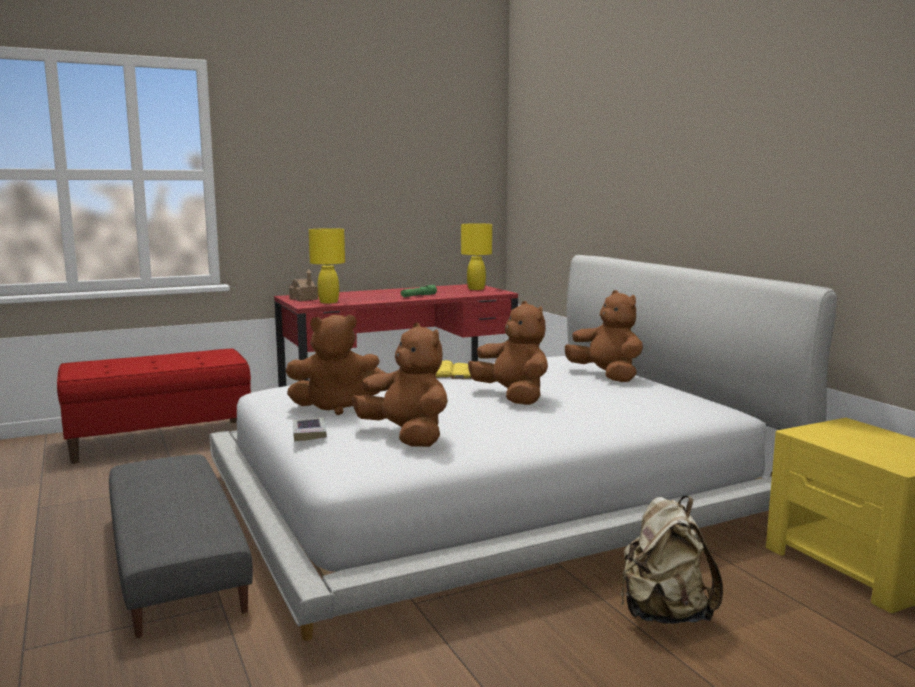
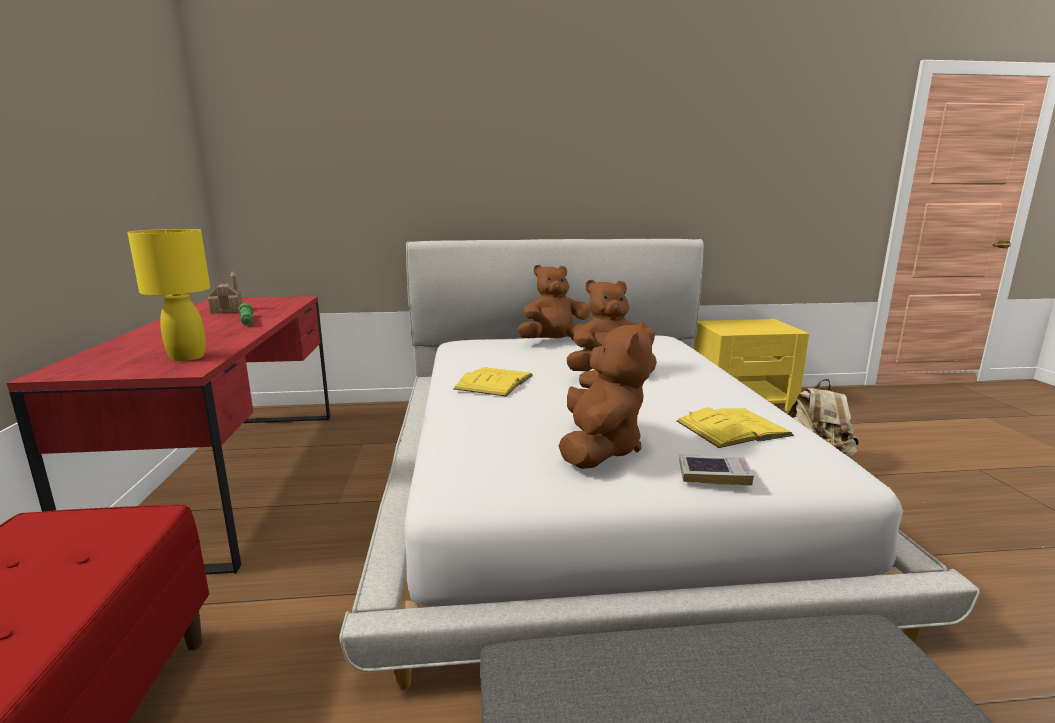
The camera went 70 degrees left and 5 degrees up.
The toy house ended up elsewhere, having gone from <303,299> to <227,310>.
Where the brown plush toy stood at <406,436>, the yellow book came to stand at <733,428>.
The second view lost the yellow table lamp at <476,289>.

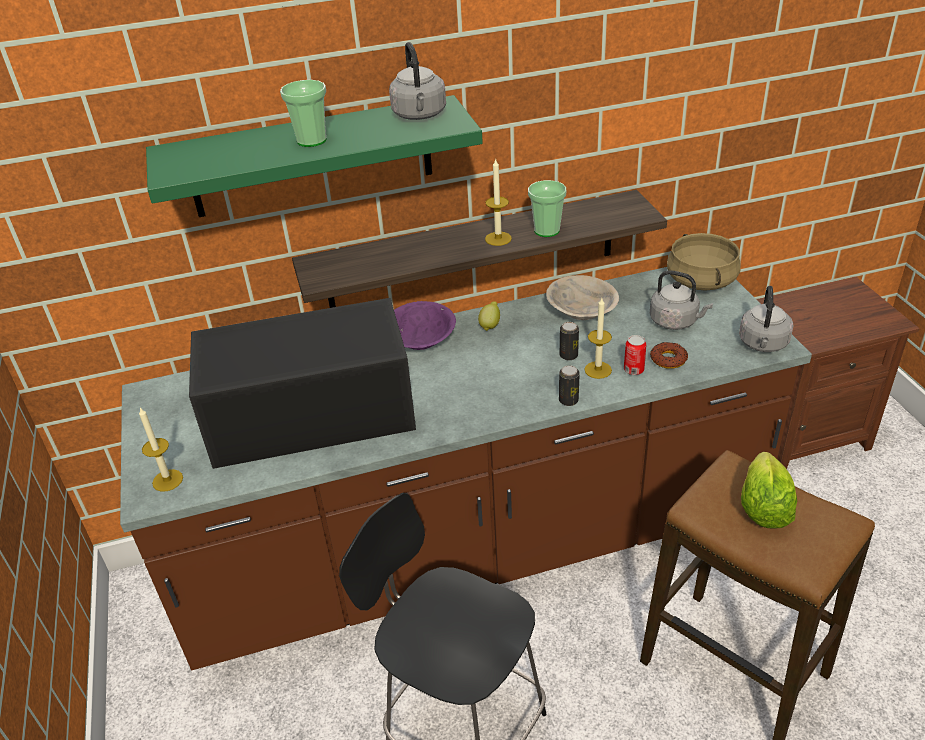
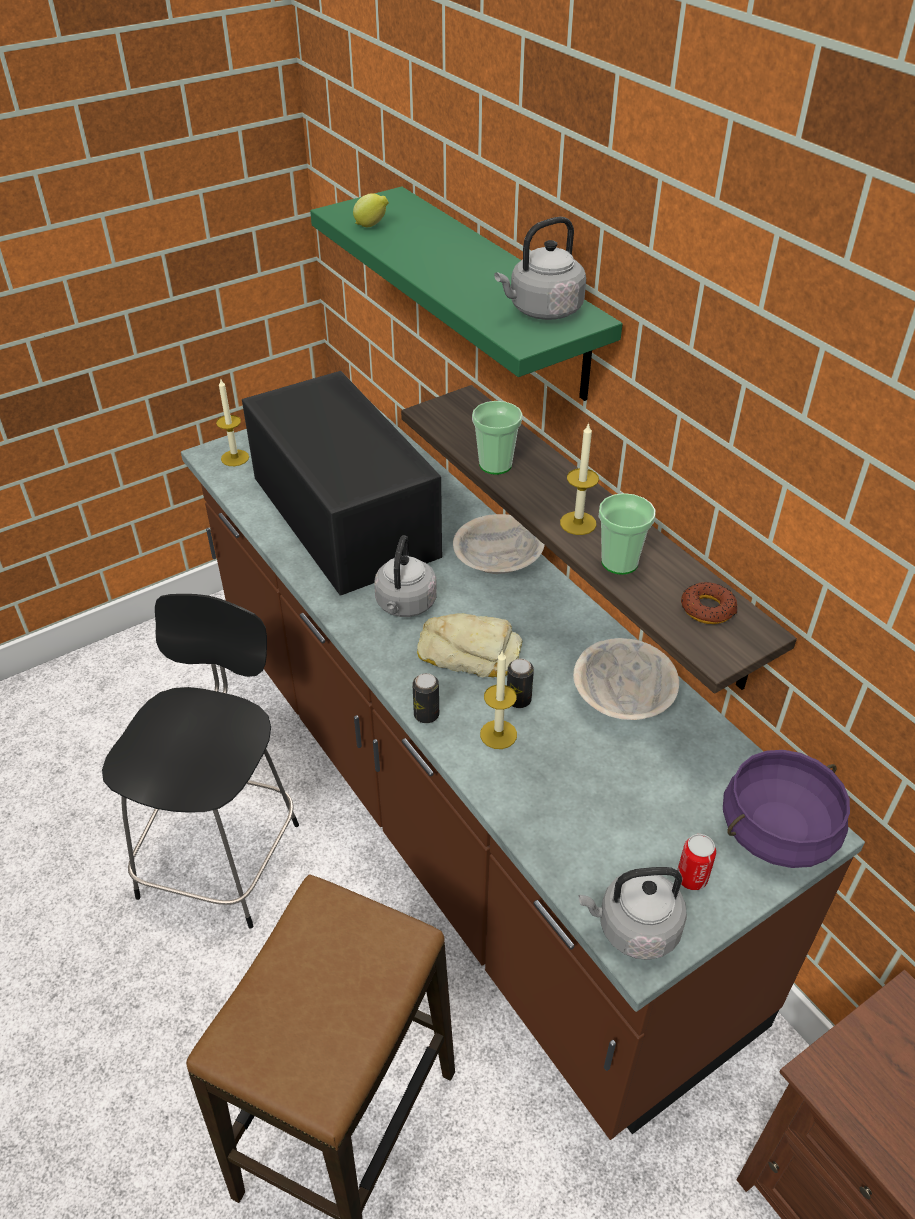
The camera went 70 degrees right and 5 degrees up.
The lemon ended up elsewhere, having gone from <490,325> to <372,226>.
The grey kettle ended up elsewhere, having gone from <676,321> to <405,605>.
The second view gained the bread at <470,653>.
What was the purple bowl at <421,340> turned into the beige bowl at <498,562>.
The cup ended up elsewhere, having gone from <311,140> to <495,465>.
The can ended up elsewhere, having gone from <633,370> to <691,878>.
The donut ended up elsewhere, having gone from <668,359> to <708,608>.
What was the beige cooking pot at <700,281> turned into the purple cooking pot at <777,829>.
The second view lost the lettuce at <763,507>.

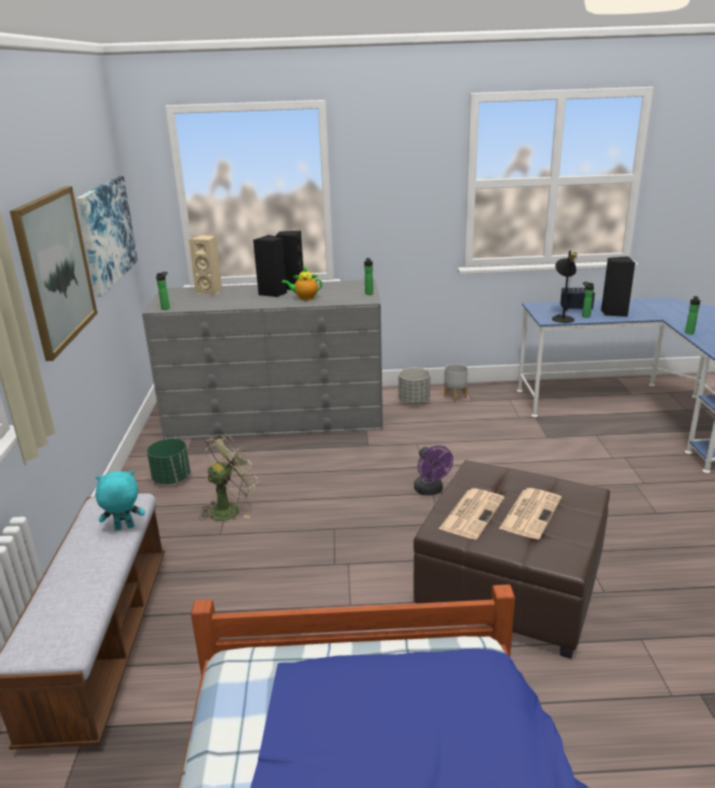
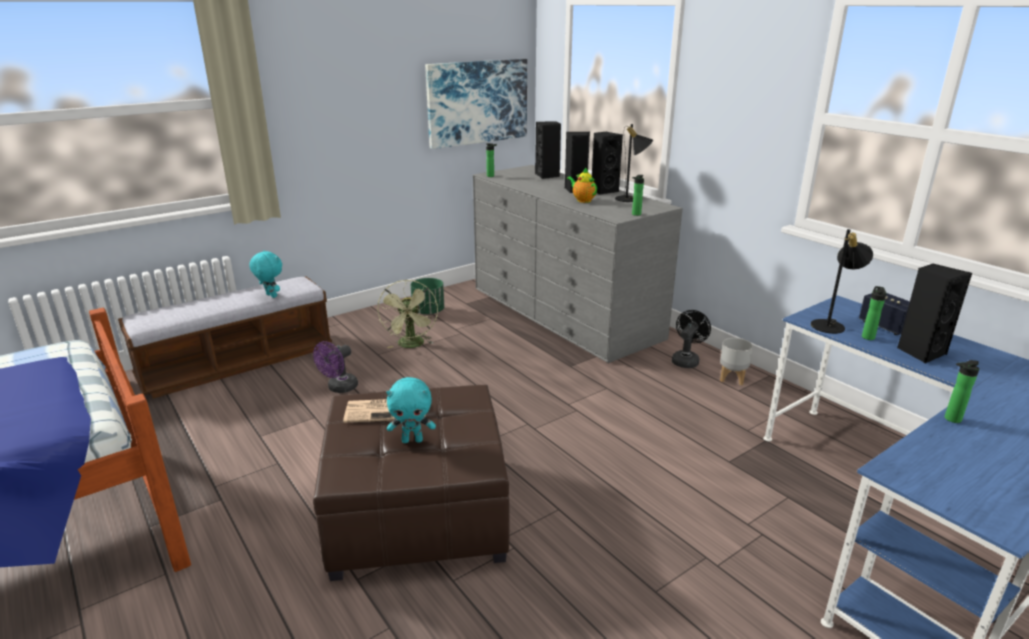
The camera went 55 degrees right and 0 degrees up.
The purple fan ended up elsewhere, having gone from <431,491> to <339,388>.
The green fan at <229,509> ended up facing another way, 75 degrees clockwise from before.
Where the newspaper stood at <530,513>, the turquoise plush toy came to stand at <412,440>.
What was the beige speaker at <210,291> turned into the black speaker at <547,175>.
The second view gained the black table lamp at <631,199>.
Where the grey planter stood at <414,401>, the black fan came to stand at <686,360>.
The second view lost the picture at <55,269>.

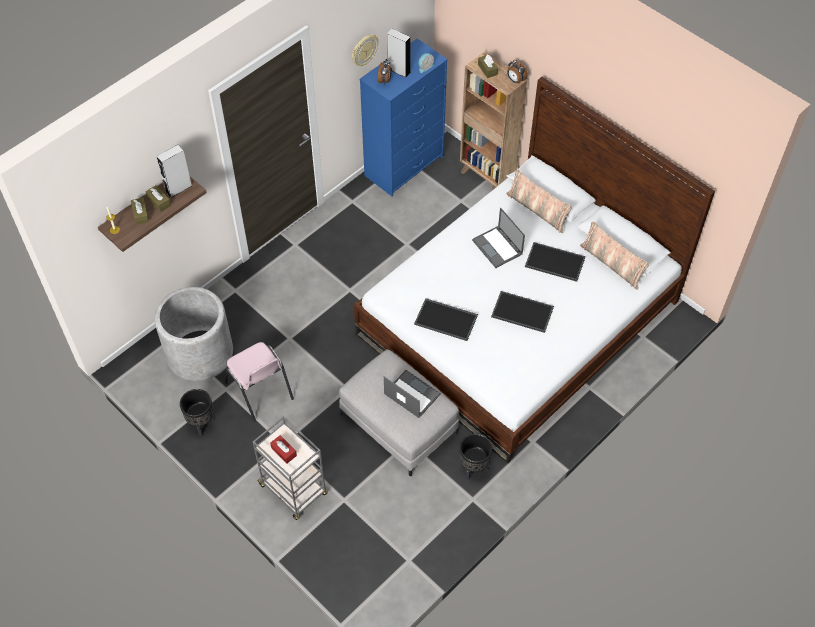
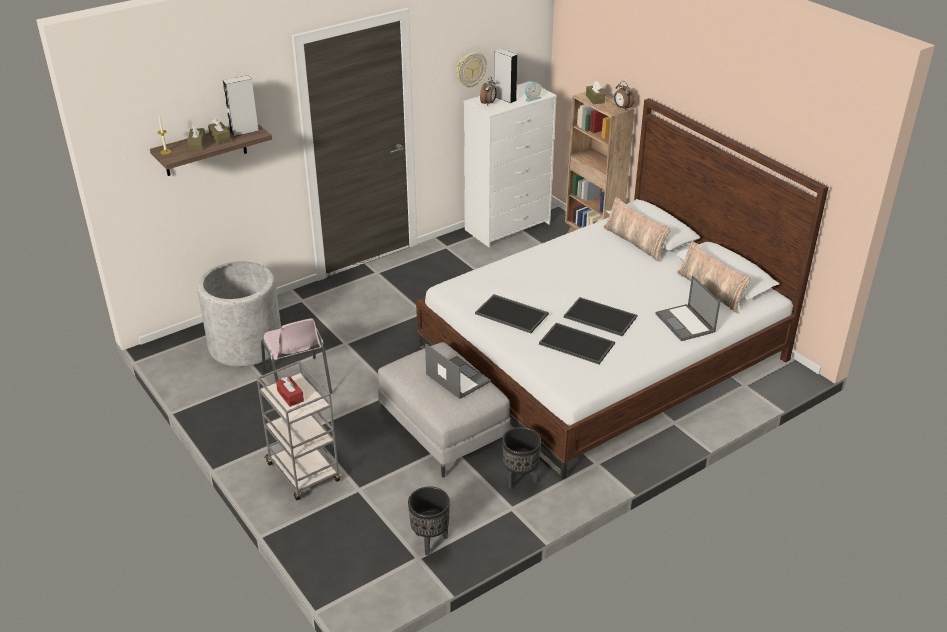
The camera went 10 degrees right and 20 degrees down.
The black planter ended up elsewhere, having gone from <201,424> to <430,542>.
What was the blue dresser at <404,165> turned into the white dresser at <508,226>.
The tray ended up elsewhere, having gone from <554,262> to <575,344>.
The laptop ended up elsewhere, having gone from <497,247> to <685,323>.

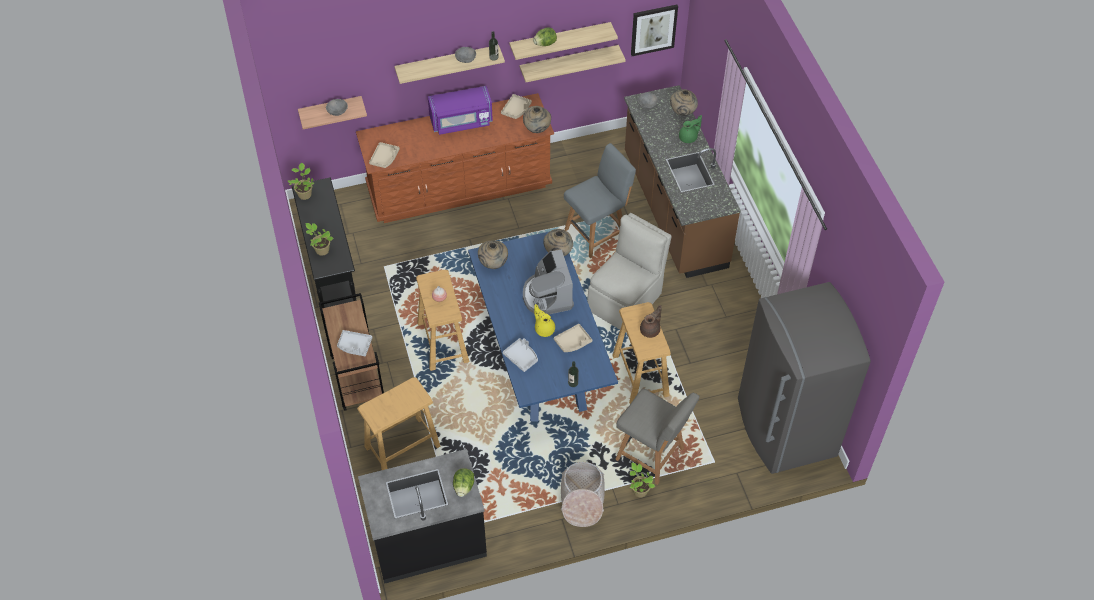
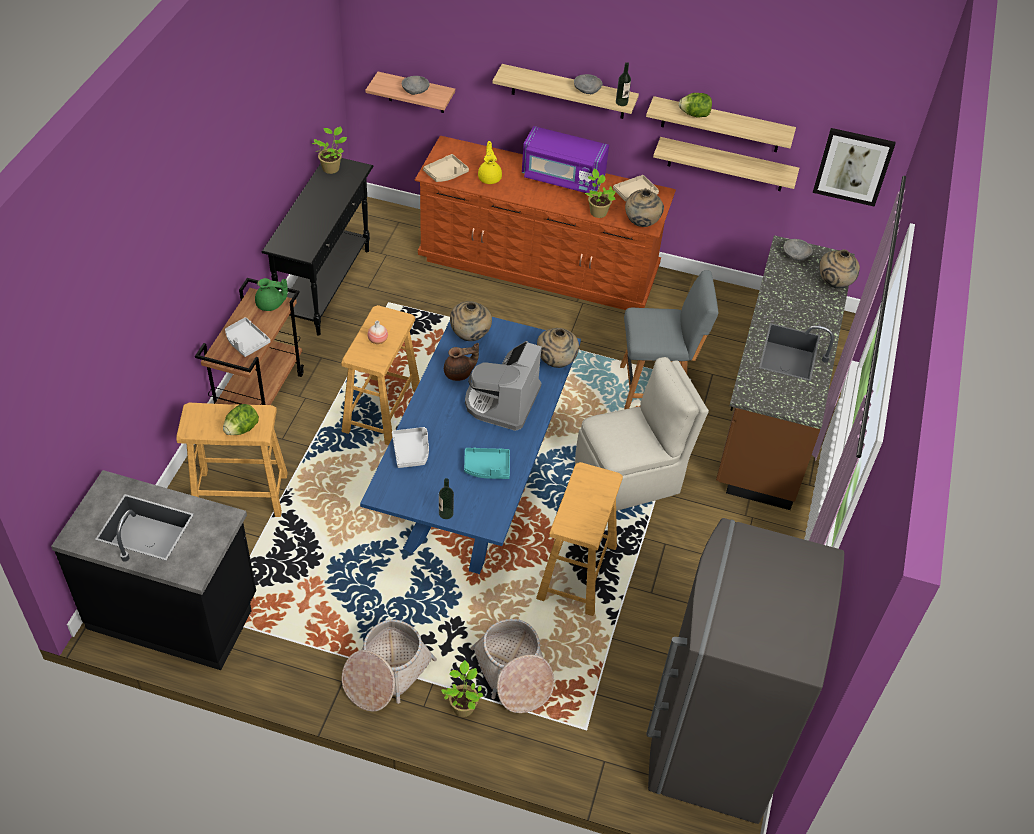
The camera went 30 degrees right and 5 degrees down.
The lettuce ended up elsewhere, having gone from <463,487> to <242,429>.
The green teapot ended up elsewhere, having gone from <689,137> to <271,305>.
The brown teapot ended up elsewhere, having gone from <650,330> to <459,373>.
What was the beige tray at <573,342> turned into the turquoise tray at <487,468>.
Where the grey chair stood at <652,455>, the basket came to stand at <513,673>.
The yellow teapot ended up elsewhere, having gone from <544,329> to <490,177>.
The potted plant ended up elsewhere, having gone from <321,250> to <597,211>.

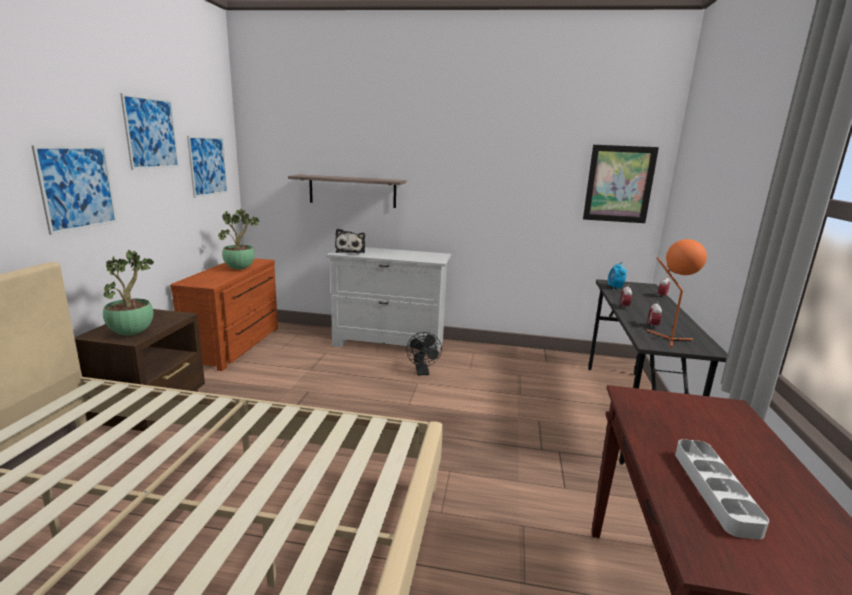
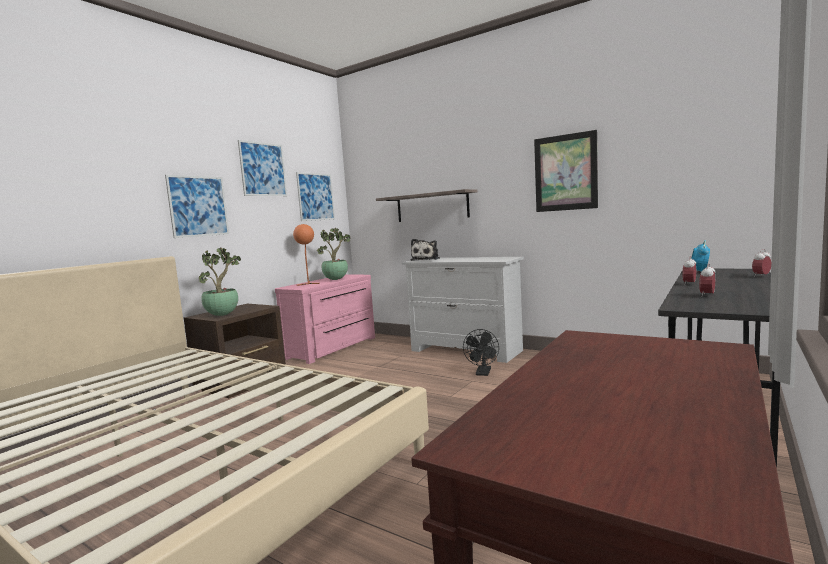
The camera went 25 degrees right and 10 degrees down.
What was the brown dresser at <237,345> turned into the pink dresser at <334,348>.
The orange table lamp ended up elsewhere, having gone from <667,338> to <308,283>.
The picture ended up elsewhere, having gone from <619,184> to <565,172>.
The second view lost the grey tray at <714,490>.

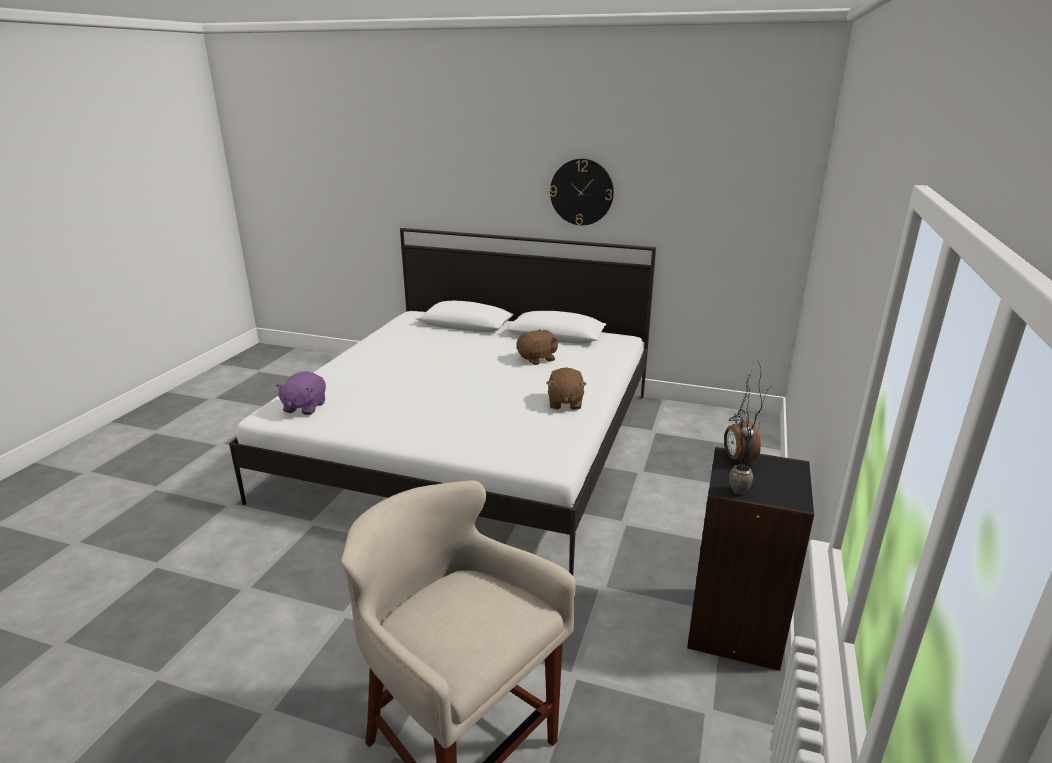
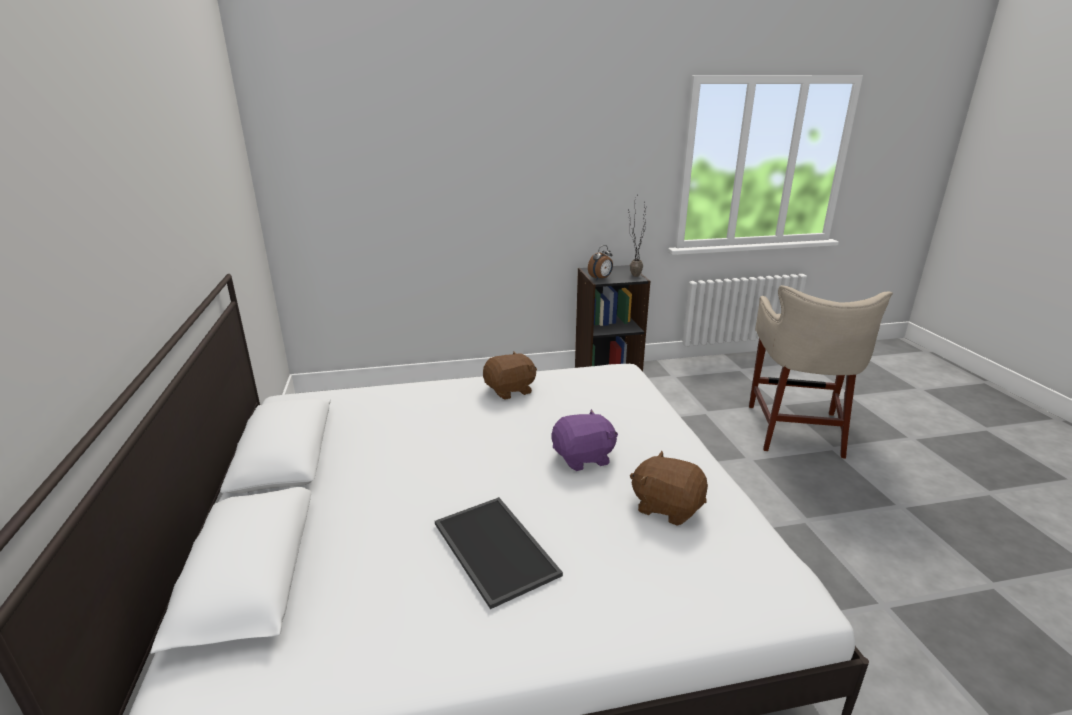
The camera went 120 degrees left and 0 degrees up.
The second view gained the tray at <492,548>.
The purple plush toy ended up elsewhere, having gone from <304,407> to <583,458>.
The brown plush toy ended up elsewhere, having gone from <537,359> to <667,507>.
The second view lost the wall clock at <581,192>.

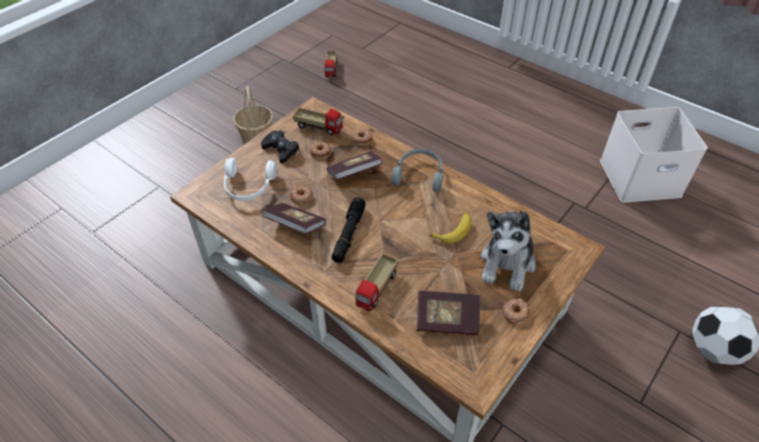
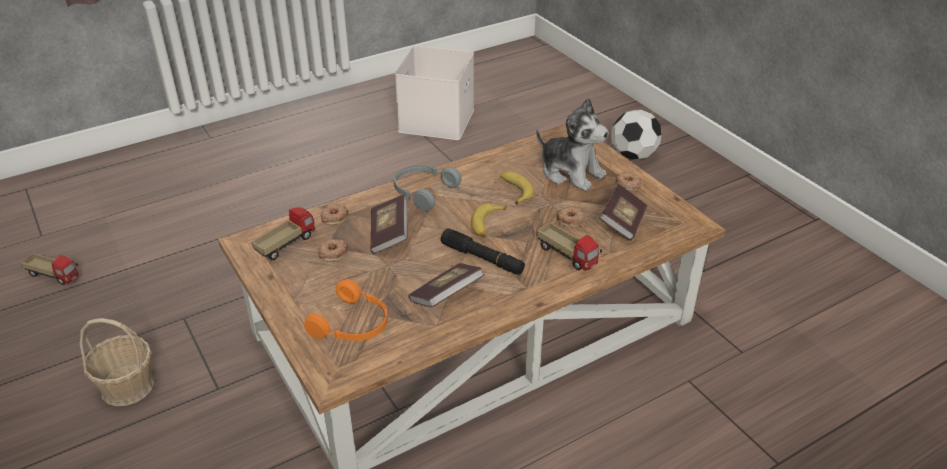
The camera went 70 degrees left and 10 degrees down.
What was the white headphones at <248,187> turned into the orange headphones at <353,325>.
The second view gained the banana at <487,224>.
The donut ended up elsewhere, having gone from <301,197> to <570,220>.
The second view lost the black game controller at <281,150>.

